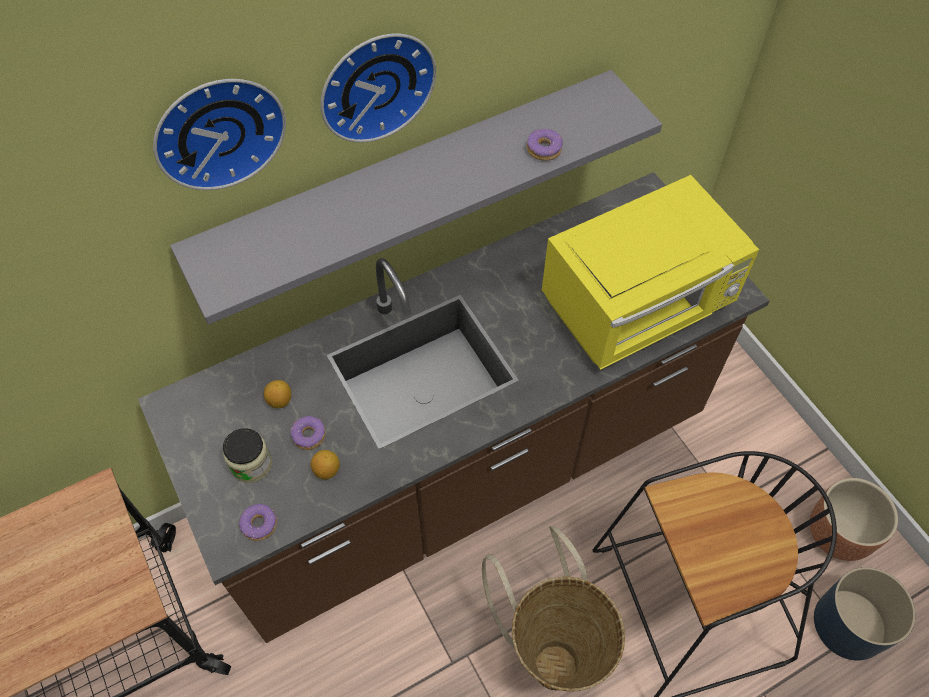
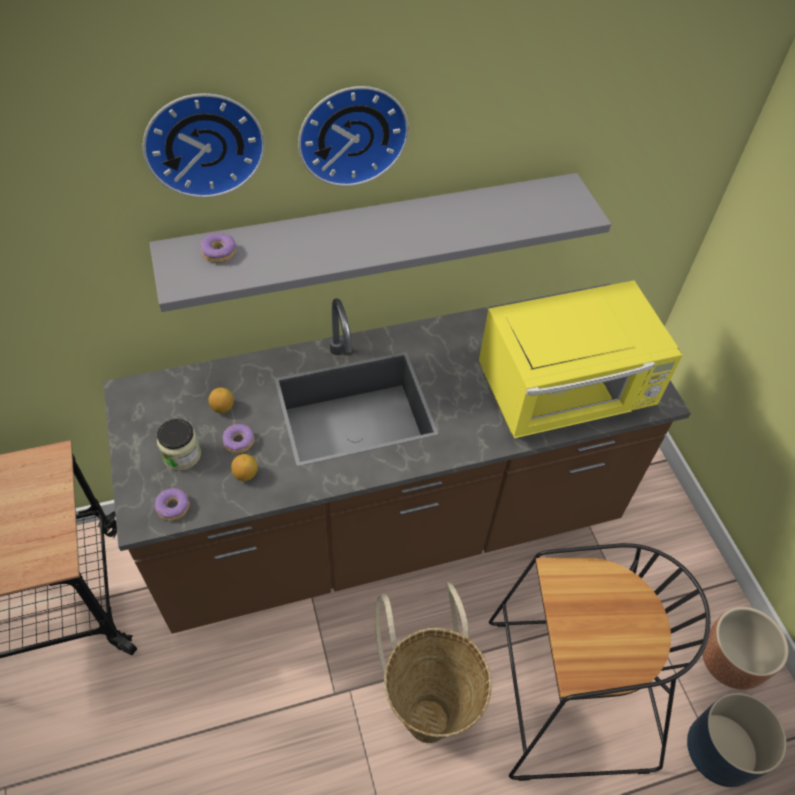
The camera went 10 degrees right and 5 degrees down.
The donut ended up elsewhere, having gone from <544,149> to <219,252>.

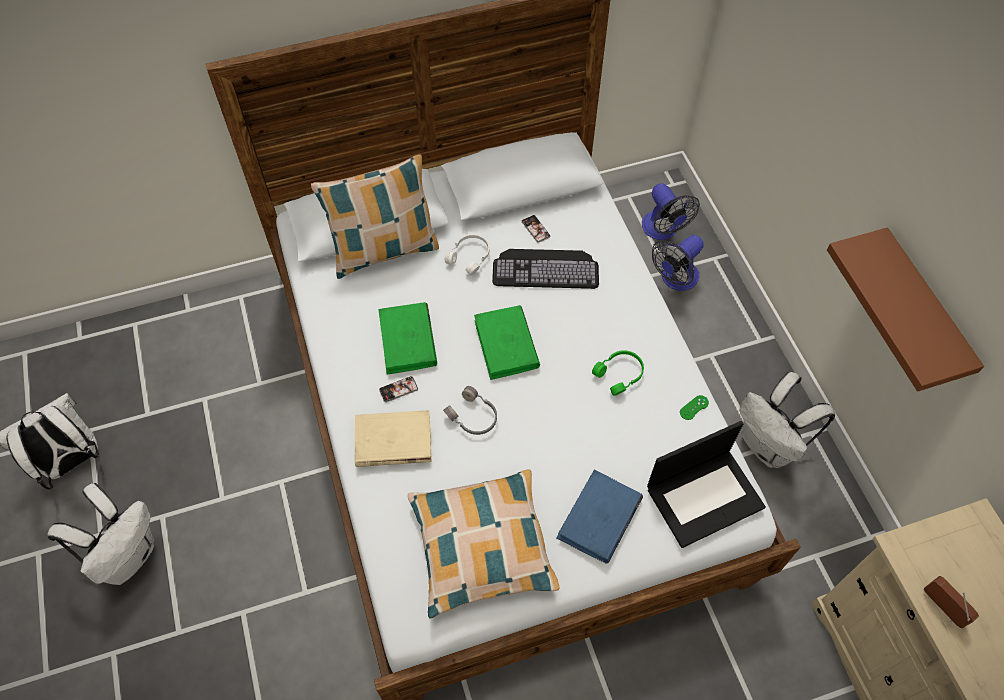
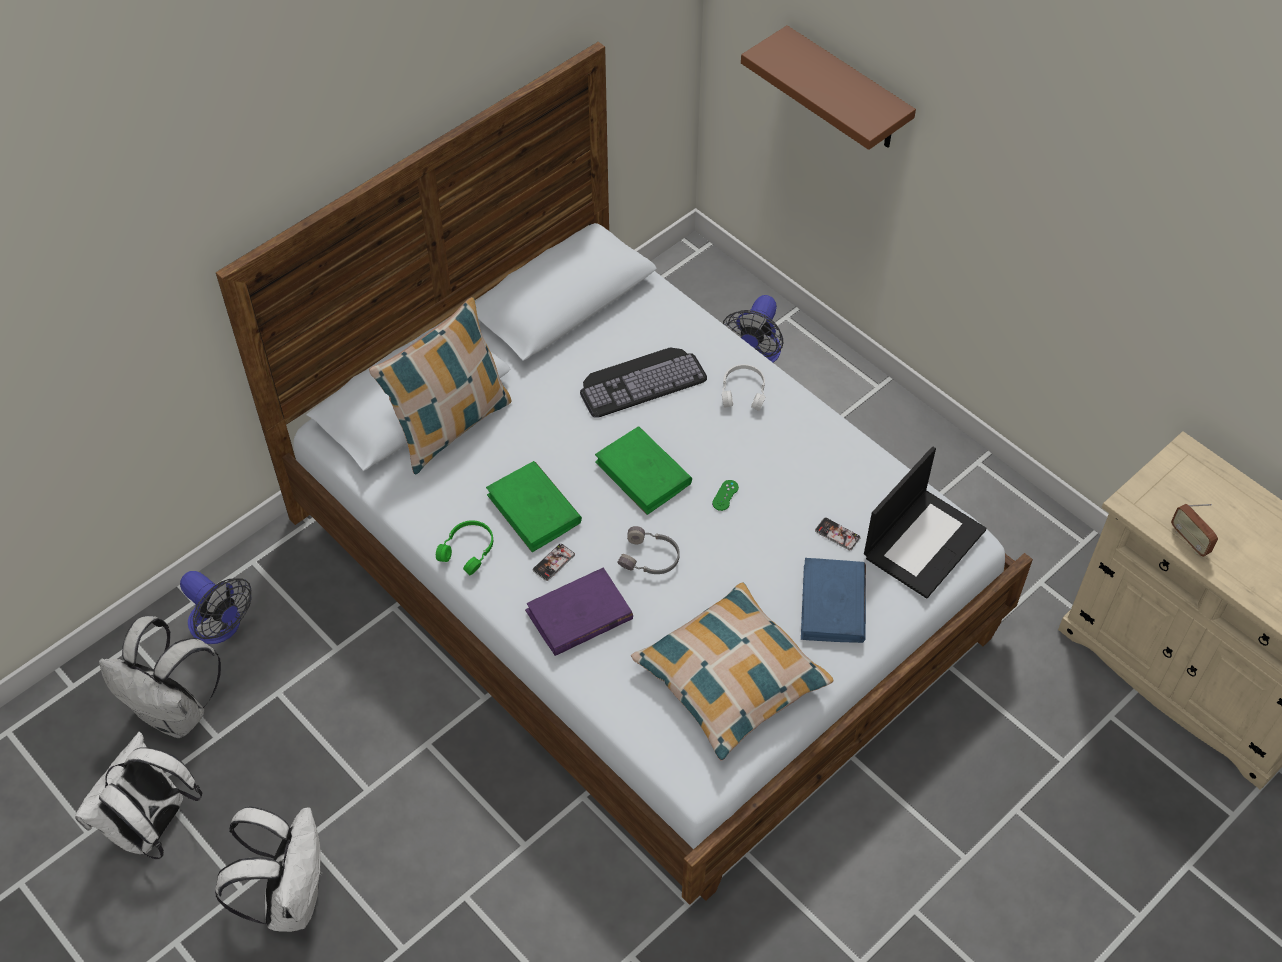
The camera went 25 degrees left and 5 degrees down.
The white backpack ended up elsewhere, having gone from <769,446> to <176,713>.
The fan ended up elsewhere, having gone from <663,230> to <221,627>.
The green headphones ended up elsewhere, having gone from <620,374> to <469,550>.
What was the beige book at <392,441> turned into the purple book at <579,615>.
The green game controller ended up elsewhere, having gone from <694,407> to <725,495>.
The white headphones ended up elsewhere, having gone from <470,257> to <744,391>.
The brown shelf ended up elsewhere, having gone from <921,311> to <847,91>.
The phone ended up elsewhere, having gone from <535,229> to <837,534>.
The radio at <942,607> ended up facing another way, 150 degrees counterclockwise from before.

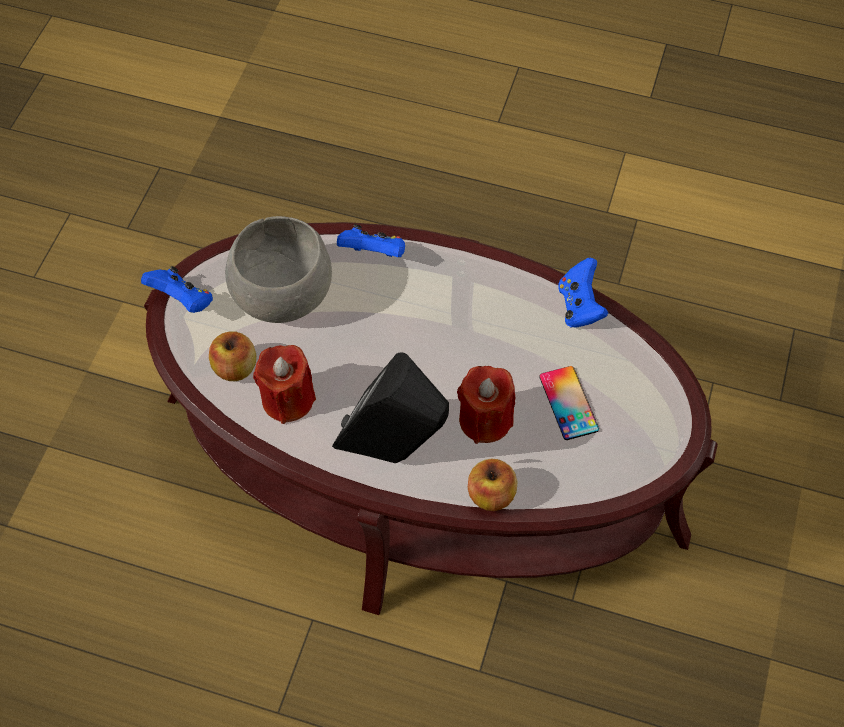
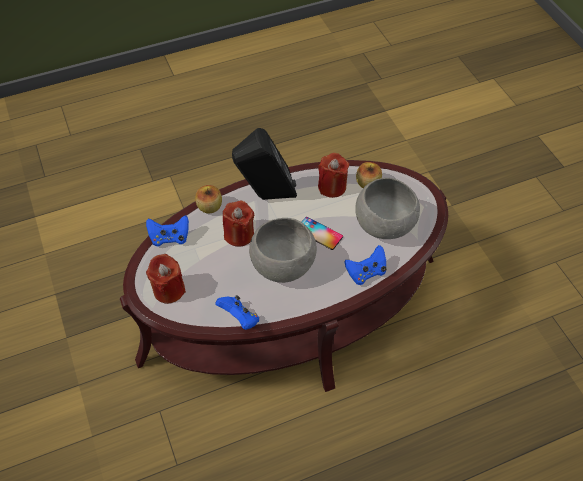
The camera went 140 degrees right and 5 degrees down.
The blue game controller ended up elsewhere, having gone from <183,301> to <170,238>.
The second view gained the red candle at <169,290>.
The second view gained the grey bowl at <282,265>.
The phone ended up elsewhere, having gone from <568,403> to <319,233>.

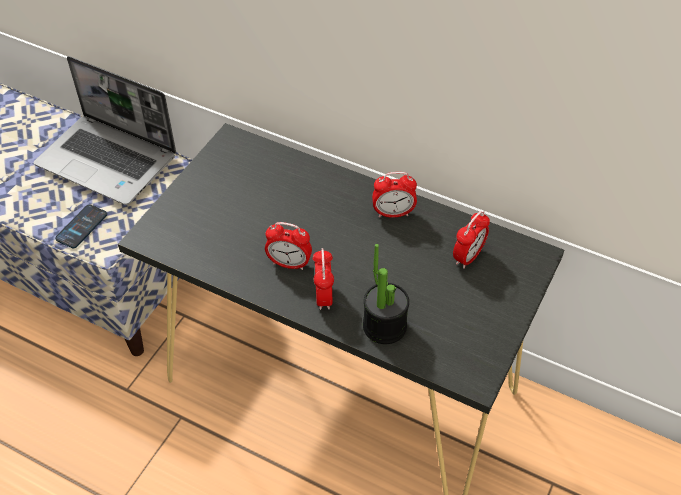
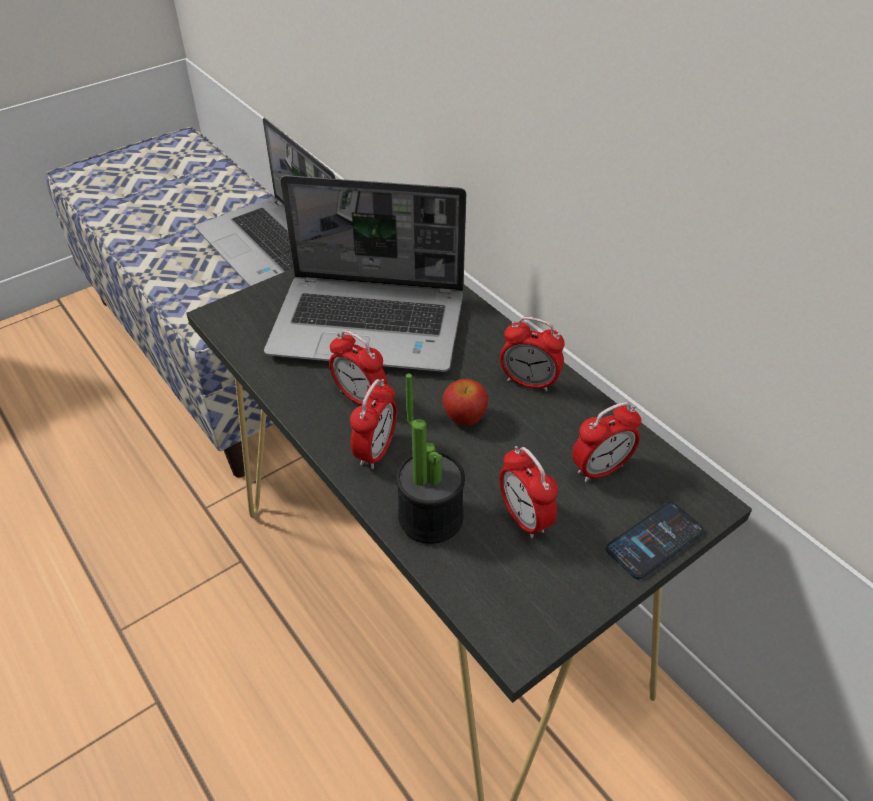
The camera went 25 degrees right and 5 degrees down.
The second view gained the laptop at <371,324>.
The second view gained the apple at <465,418>.
The second view gained the alarm clock at <524,518>.
The phone ended up elsewhere, having gone from <81,227> to <654,540>.

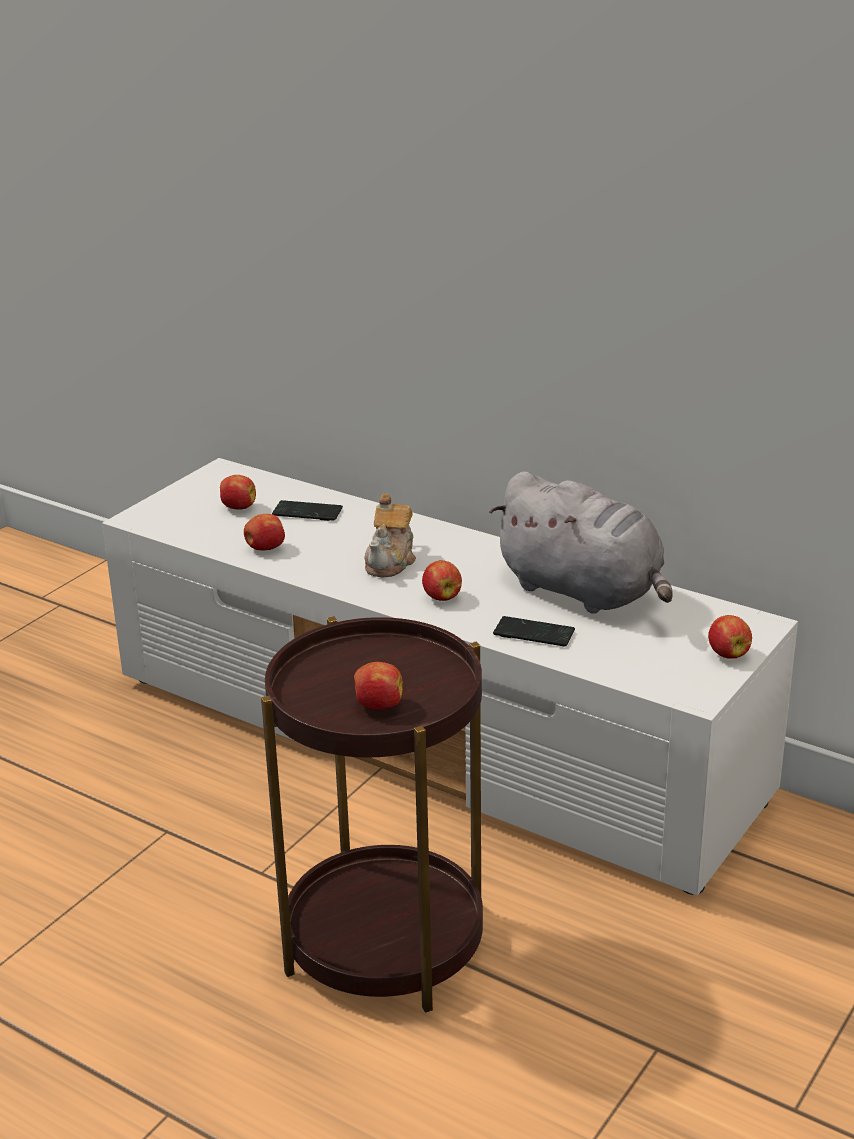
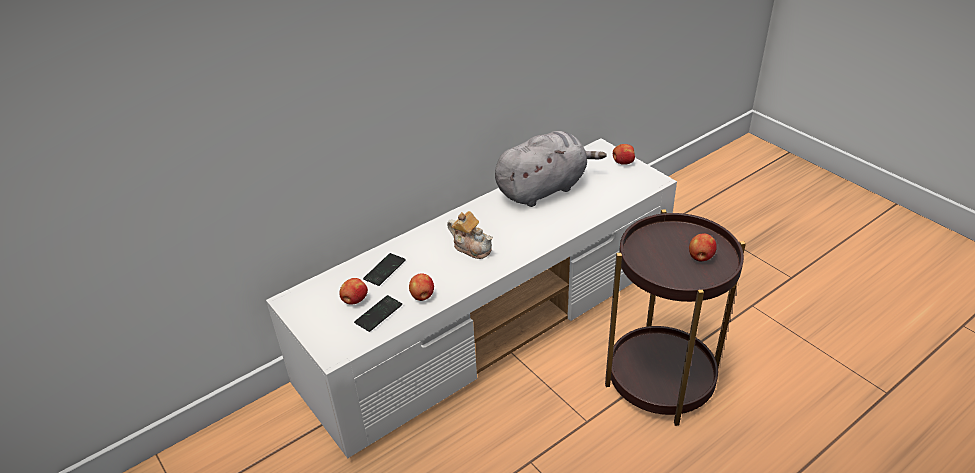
The camera went 70 degrees left and 10 degrees up.
The phone ended up elsewhere, having gone from <534,633> to <378,314>.
The second view lost the apple at <441,597>.

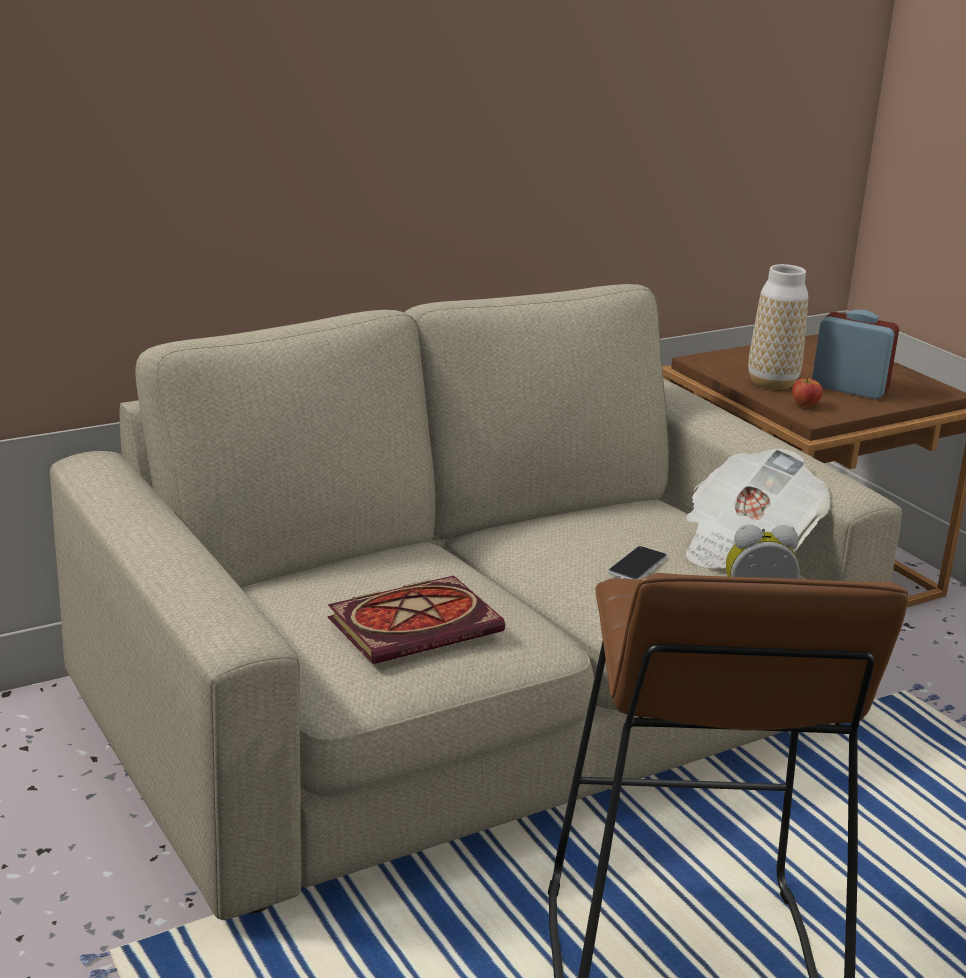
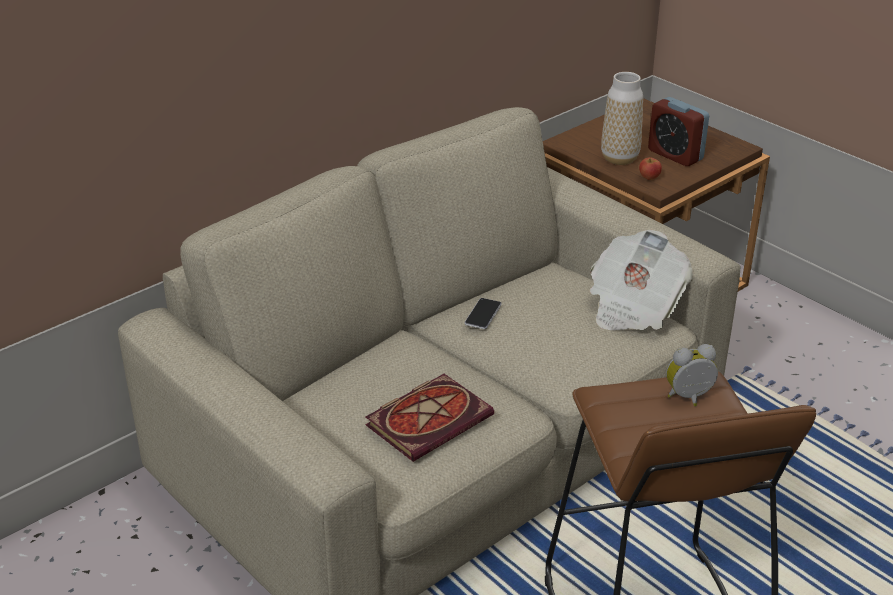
The camera went 10 degrees left and 10 degrees up.
The phone ended up elsewhere, having gone from <637,565> to <483,314>.
The alarm clock at <849,389> ended up facing another way, 150 degrees counterclockwise from before.

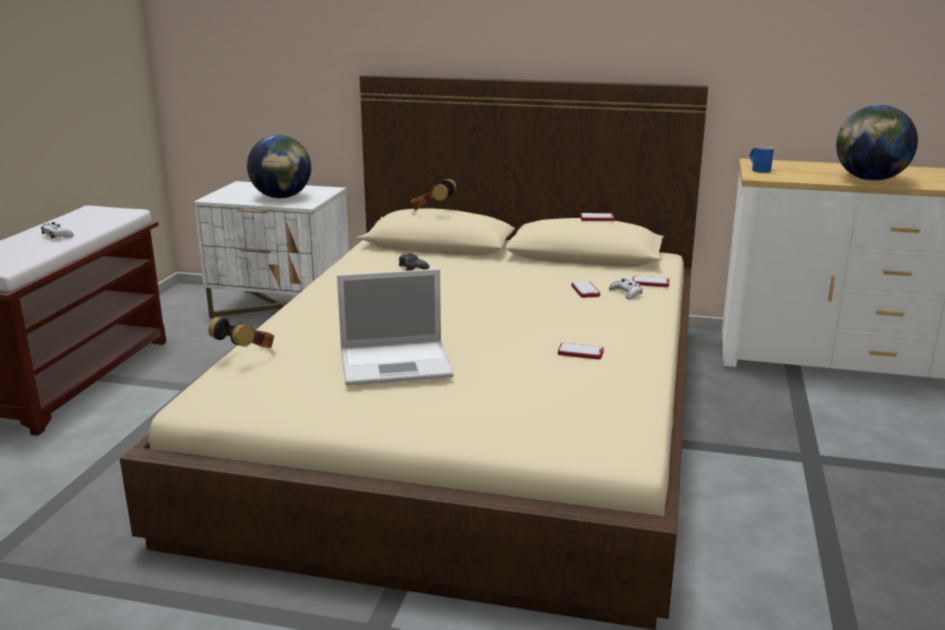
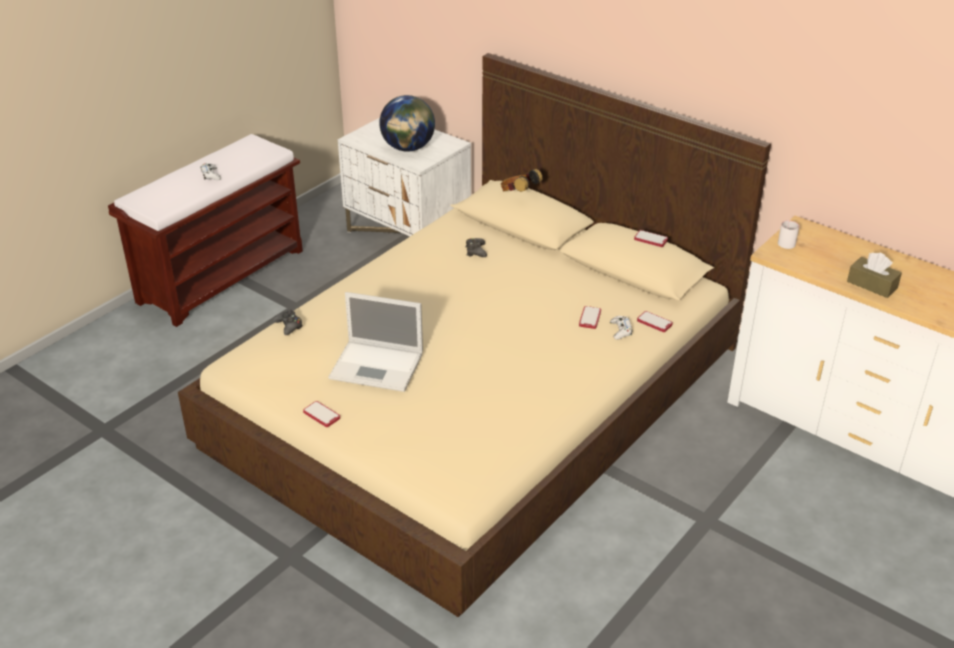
The camera went 25 degrees right and 15 degrees up.
Where the headphones stood at <247,354>, the black game controller came to stand at <289,326>.
The phone ended up elsewhere, having gone from <580,352> to <321,415>.
What was the blue mug at <758,169> turned into the white mug at <786,241>.
Where the globe stood at <870,179>, the brown tissue box came to stand at <872,285>.

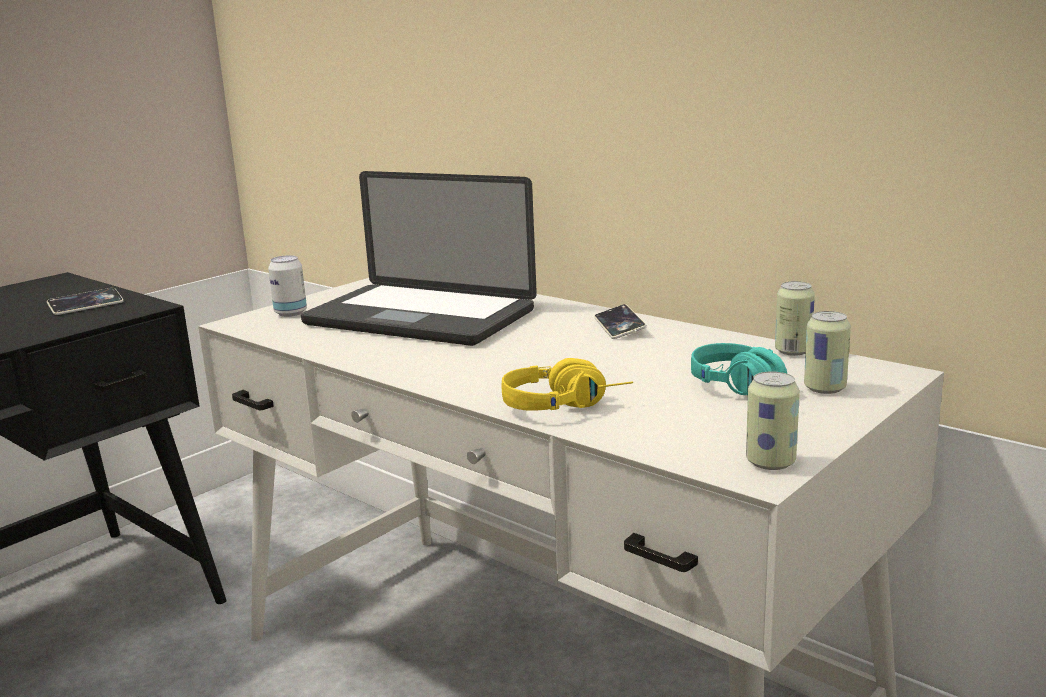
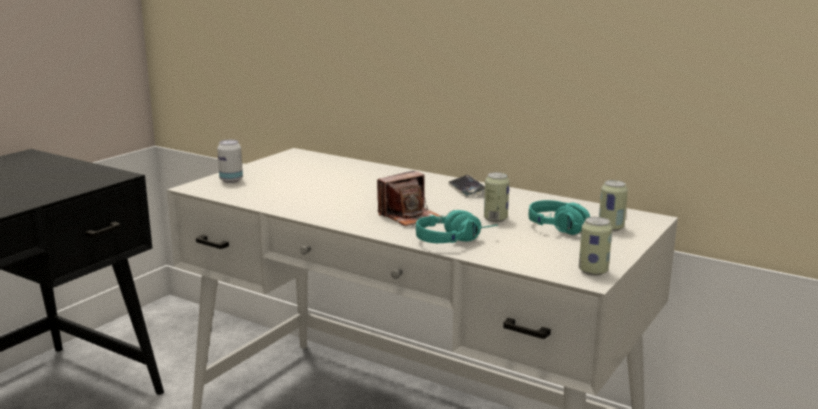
The camera went 10 degrees left and 0 degrees up.
The second view gained the photo camera at <409,216>.
What was the yellow headphones at <566,405> turned into the turquoise headphones at <455,240>.
The can ended up elsewhere, having gone from <793,351> to <495,219>.
The second view lost the phone at <86,306>.
The second view lost the laptop at <419,318>.

